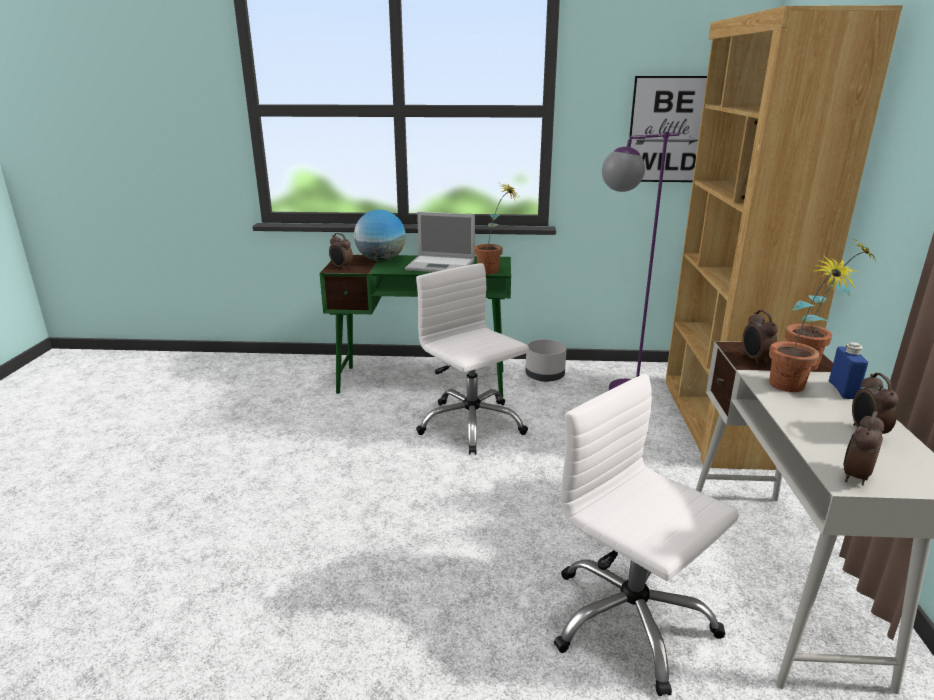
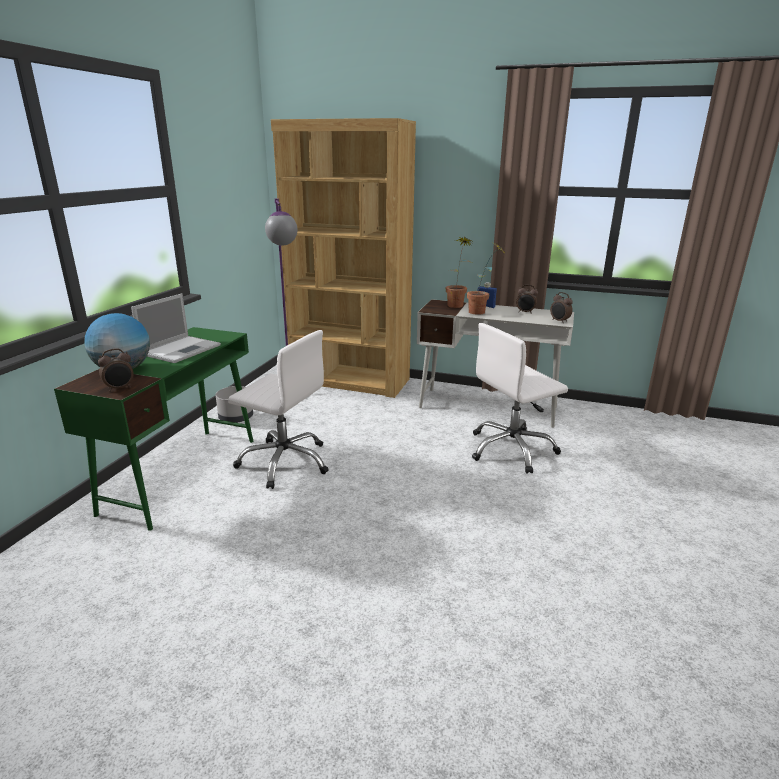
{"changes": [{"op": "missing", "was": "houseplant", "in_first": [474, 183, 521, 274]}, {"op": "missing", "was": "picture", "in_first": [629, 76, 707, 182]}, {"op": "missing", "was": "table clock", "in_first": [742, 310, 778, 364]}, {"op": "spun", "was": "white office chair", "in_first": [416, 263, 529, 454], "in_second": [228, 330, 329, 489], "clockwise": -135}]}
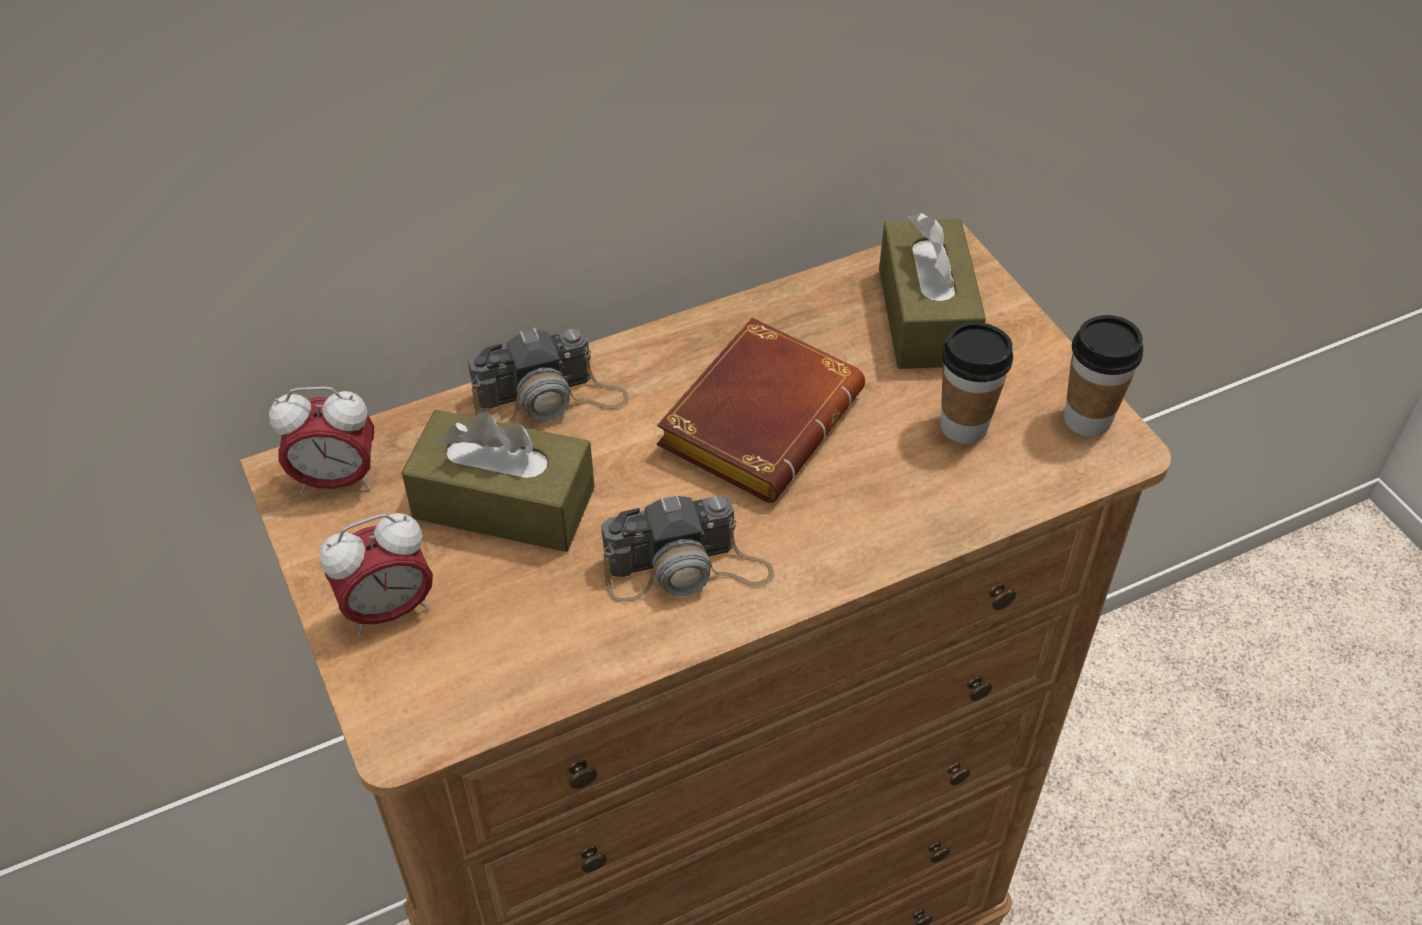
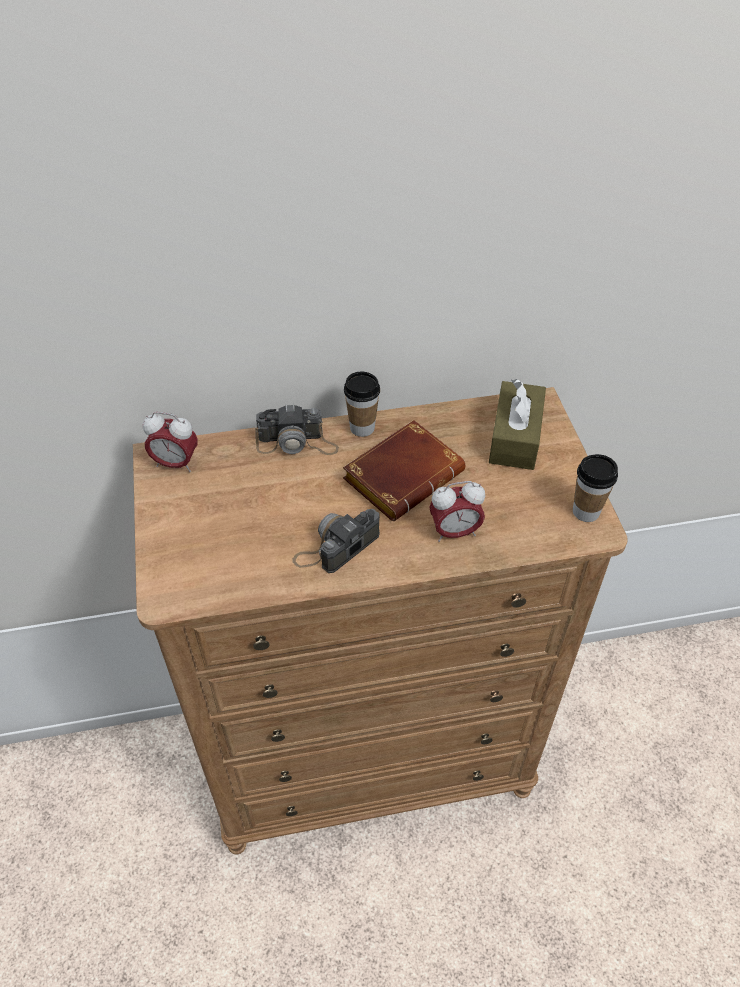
{"changes": [{"op": "missing", "was": "brown tissue box", "in_first": [401, 410, 595, 552]}, {"op": "relocated", "was": "table clock", "in_first": [319, 513, 433, 635], "in_second": [429, 481, 485, 542]}, {"op": "relocated", "was": "drinking cup", "in_first": [941, 322, 1013, 444], "in_second": [344, 371, 380, 437]}, {"op": "spun", "was": "still camera", "in_first": [601, 494, 774, 602], "in_second": [293, 509, 380, 573], "clockwise": 135}]}
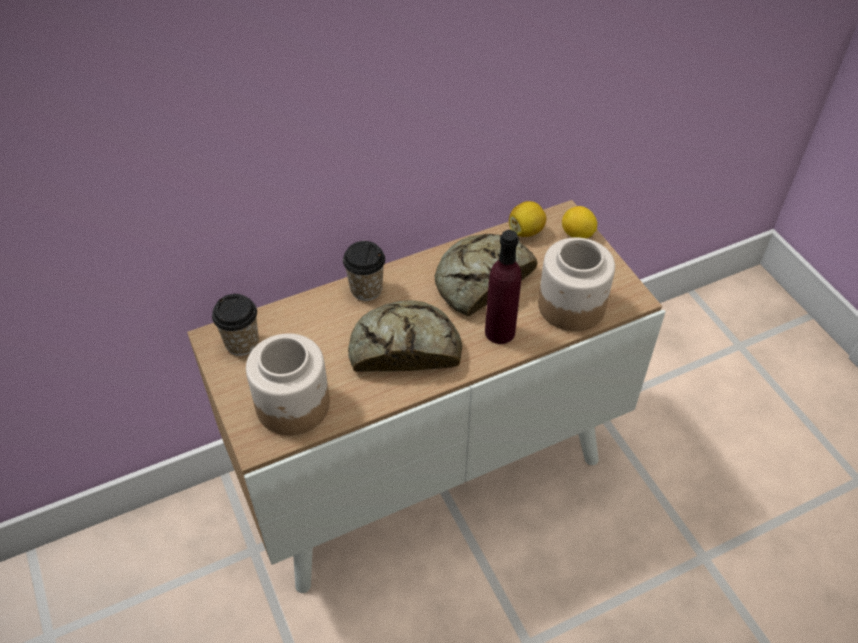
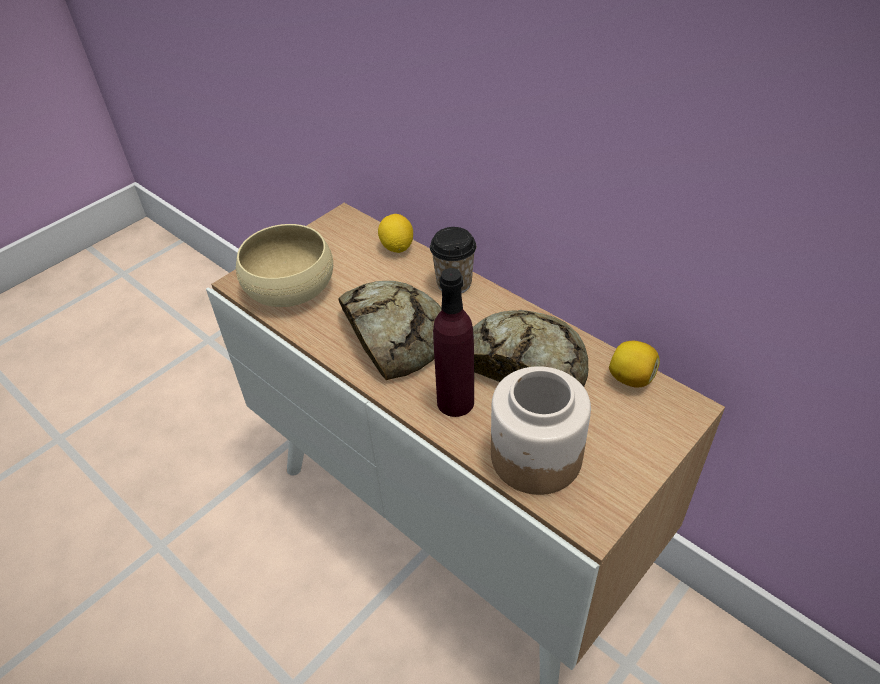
{"changes": [{"op": "missing", "was": "drinking cup", "in_first": [212, 294, 259, 356]}, {"op": "relocated", "was": "lemon", "in_first": [562, 206, 597, 238], "in_second": [378, 214, 413, 253]}, {"op": "exchanged", "was": "preserve jar", "now": "sand-coloured deep dish", "in_first": [246, 333, 330, 435], "in_second": [236, 224, 333, 307]}]}
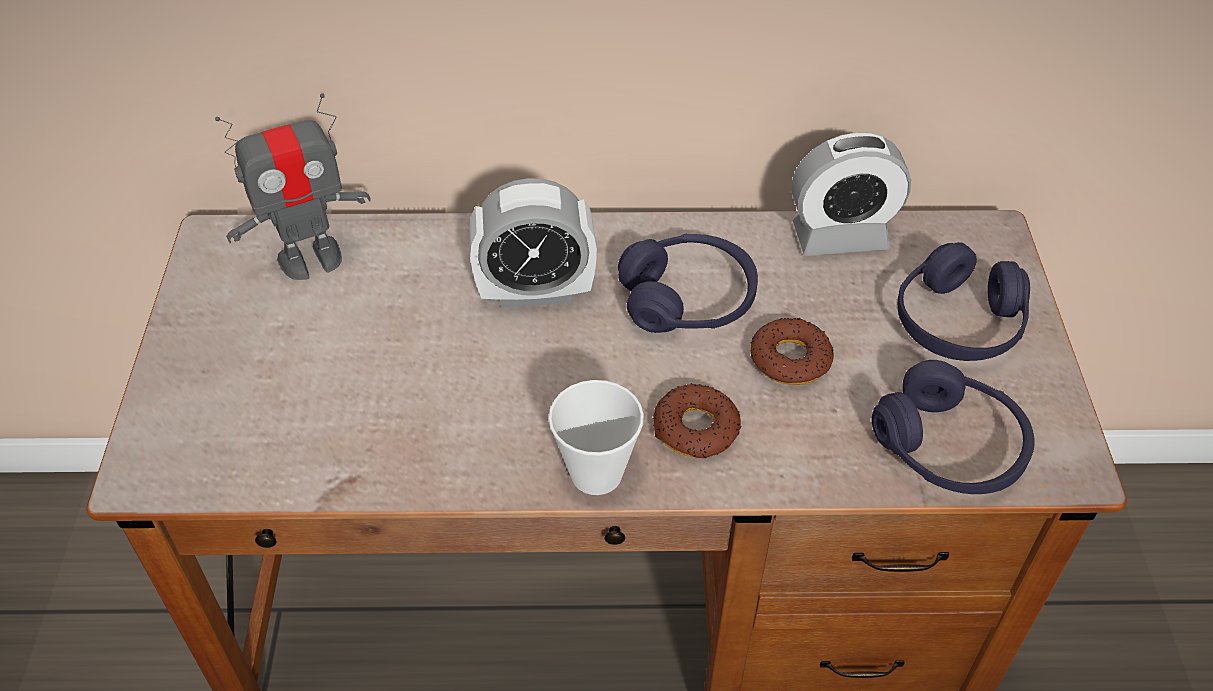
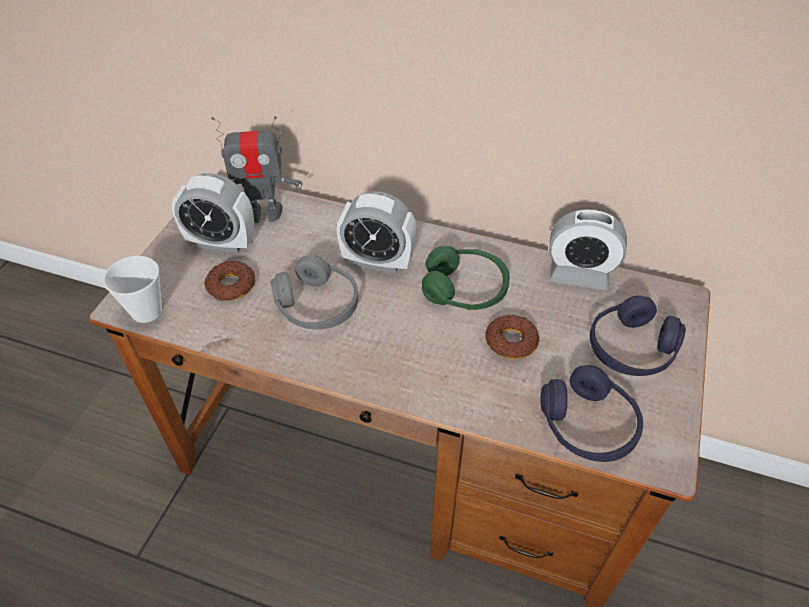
{"changes": [{"op": "appeared", "now": "table clock", "in_second": [172, 173, 254, 253]}, {"op": "appeared", "now": "grey headset", "in_second": [271, 255, 358, 329]}, {"op": "relocated", "was": "drinking cup", "in_first": [548, 380, 644, 495], "in_second": [103, 256, 162, 323]}, {"op": "relocated", "was": "donut", "in_first": [653, 383, 741, 458], "in_second": [205, 261, 255, 301]}, {"op": "colour", "was": "purplish headset", "now": "green-coloured headset", "in_first": [618, 233, 758, 333], "in_second": [422, 246, 510, 310]}]}
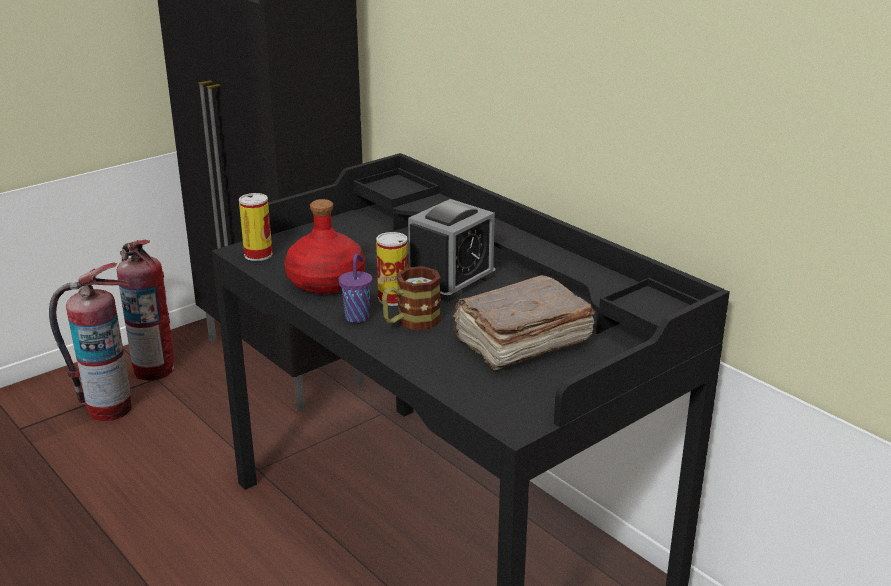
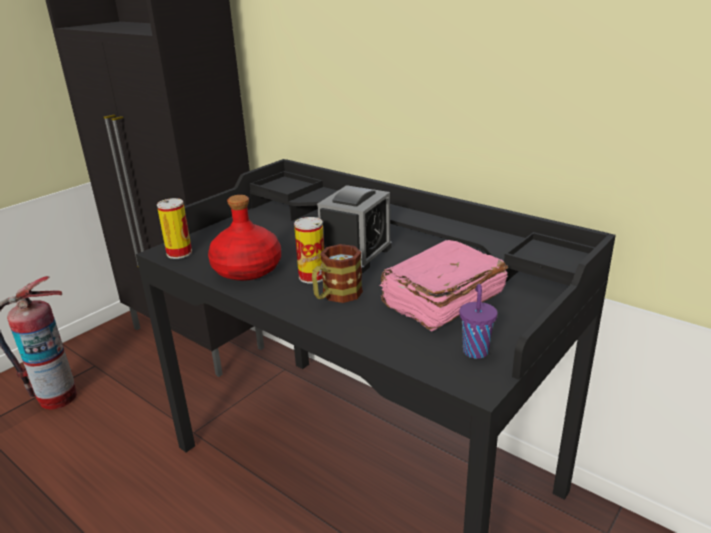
{"changes": [{"op": "missing", "was": "fire extinguisher", "in_first": [117, 240, 174, 381]}, {"op": "relocated", "was": "purplish drinking cup", "in_first": [339, 253, 373, 323], "in_second": [459, 284, 498, 359]}, {"op": "colour", "was": "brown bound book", "now": "pinkish bound book", "in_first": [453, 275, 595, 371], "in_second": [380, 240, 508, 331]}]}
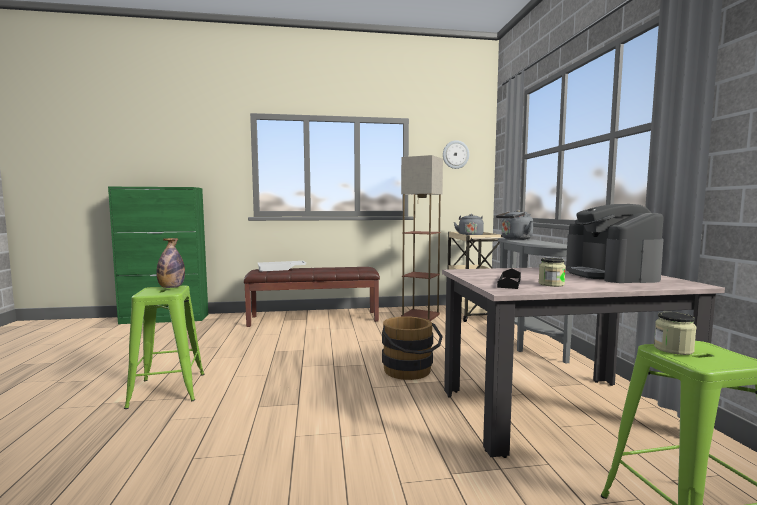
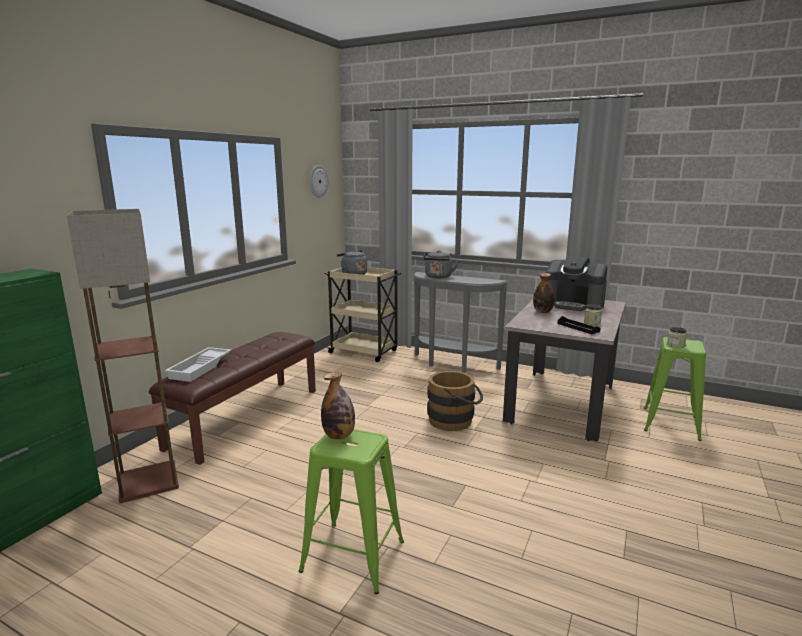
{"changes": [{"op": "appeared", "now": "drink bottle", "in_second": [533, 273, 554, 313]}, {"op": "relocated", "was": "floor lamp", "in_first": [401, 155, 443, 321], "in_second": [67, 209, 179, 503]}]}
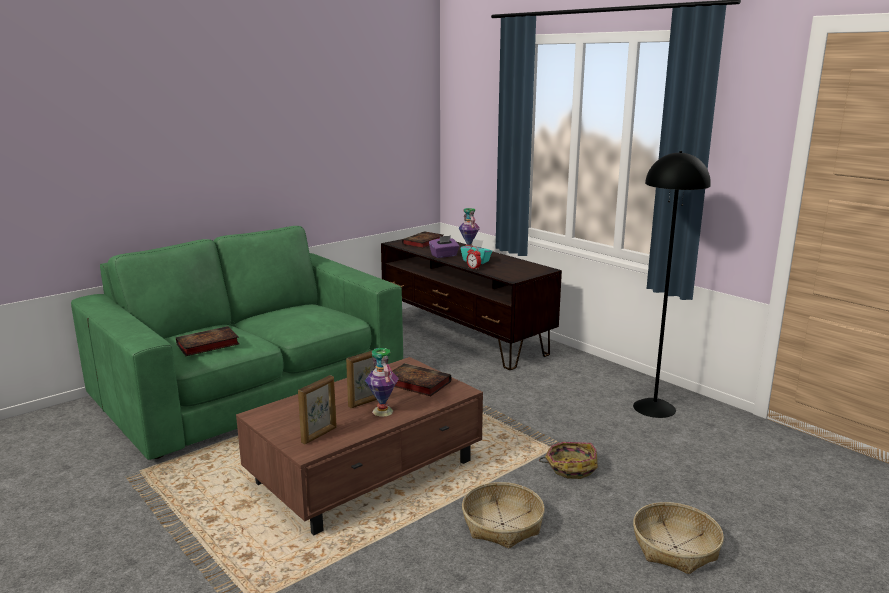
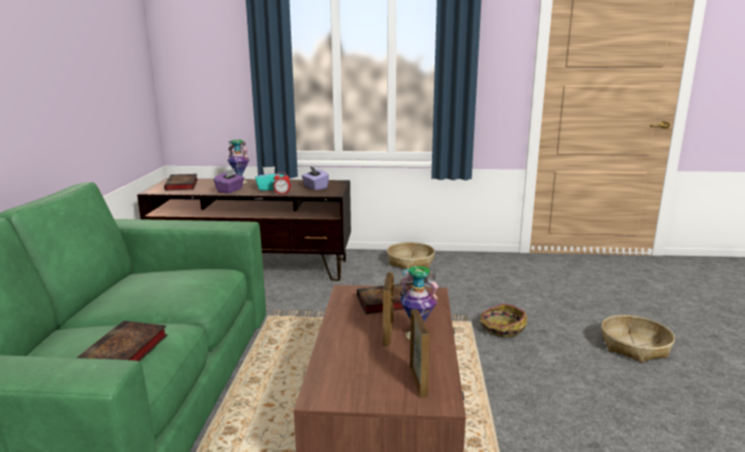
{"changes": [{"op": "missing", "was": "blackish floor lamp", "in_first": [633, 151, 711, 418]}, {"op": "appeared", "now": "purplish tissue box", "in_second": [302, 166, 329, 190]}, {"op": "relocated", "was": "household basket", "in_first": [462, 482, 545, 548], "in_second": [387, 242, 435, 269]}]}
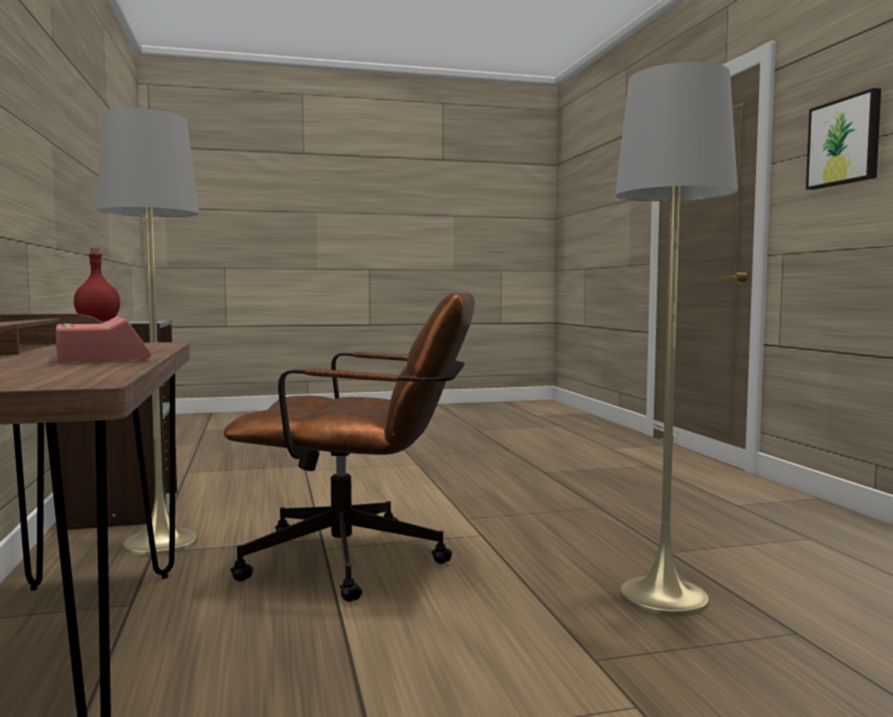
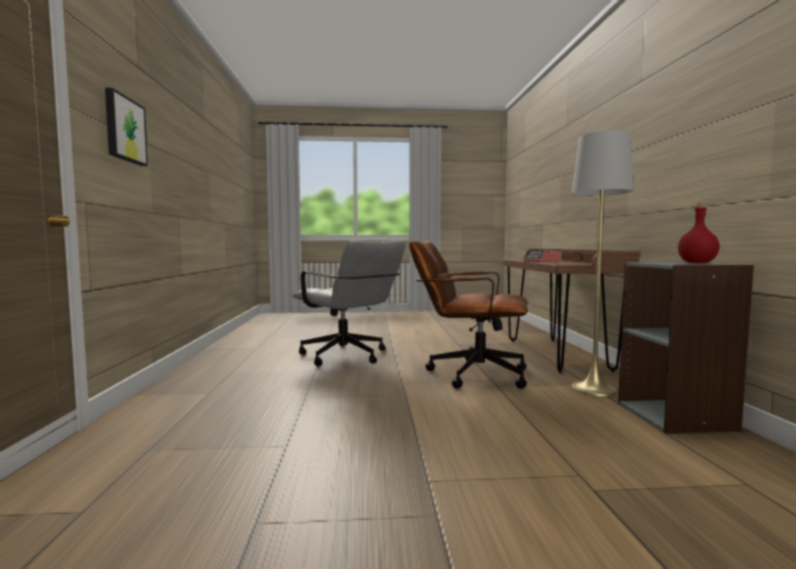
{"changes": [{"op": "exchanged", "was": "grey floor lamp", "now": "grey office chair", "in_first": [615, 62, 738, 616], "in_second": [293, 241, 406, 366]}]}
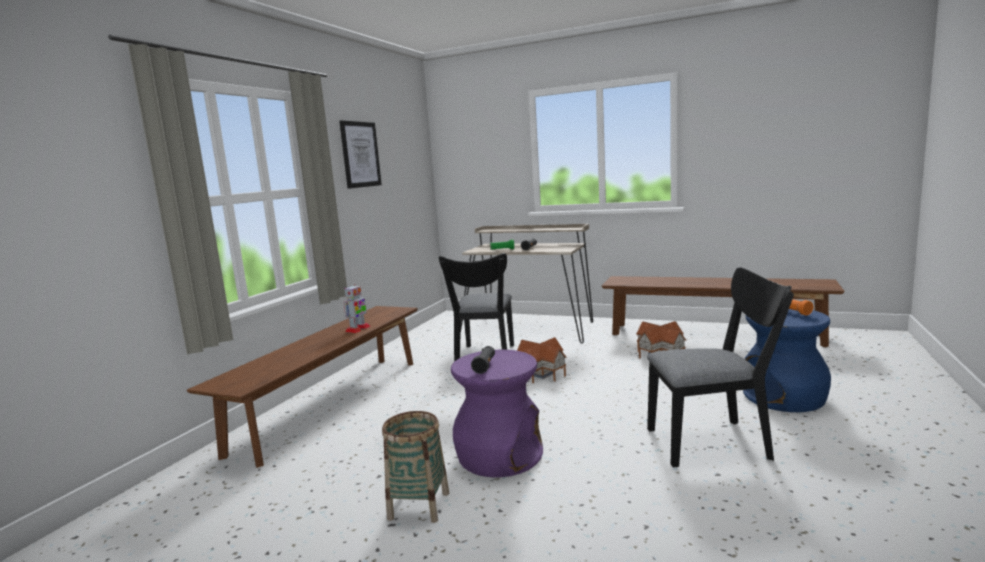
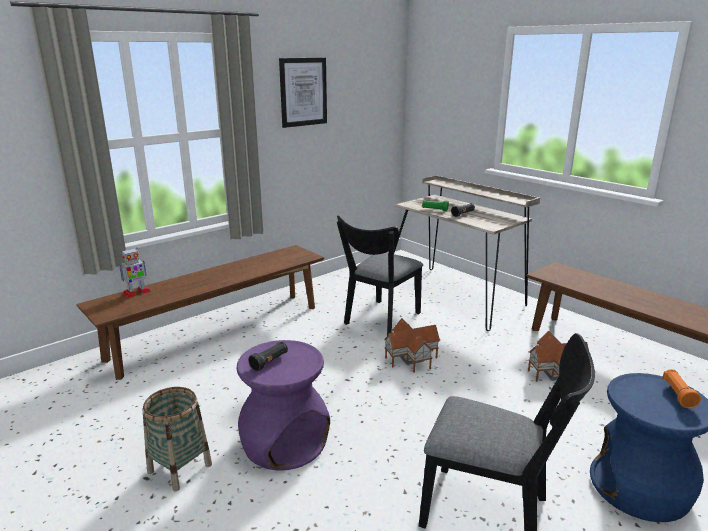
{"changes": [{"op": "relocated", "was": "robot figure", "in_first": [344, 284, 371, 333], "in_second": [119, 247, 151, 298]}]}
